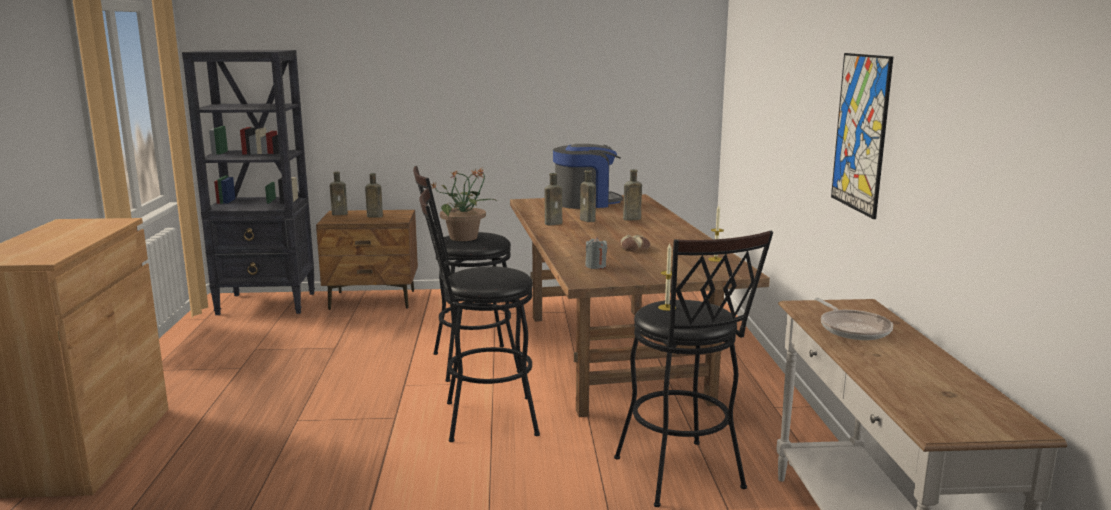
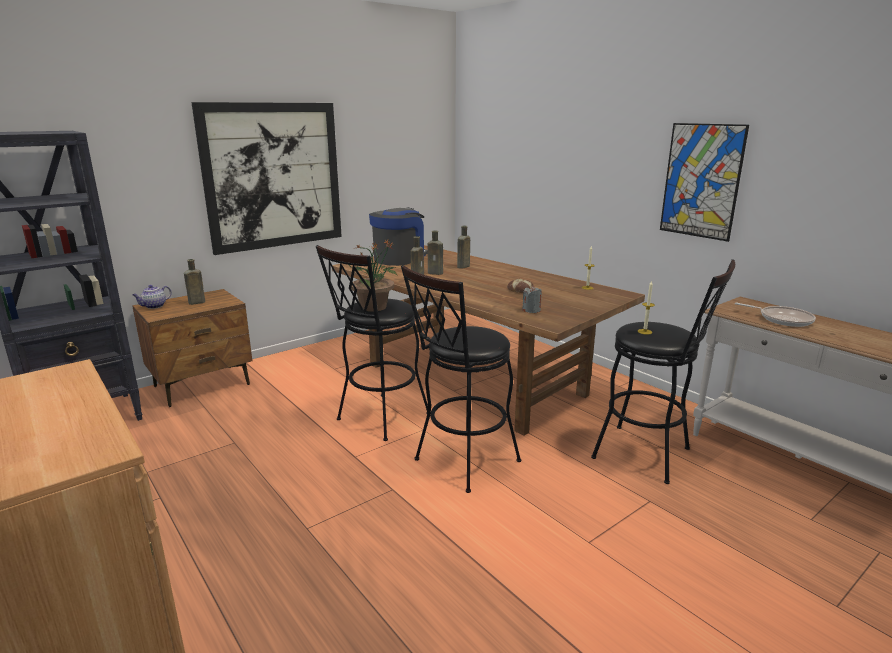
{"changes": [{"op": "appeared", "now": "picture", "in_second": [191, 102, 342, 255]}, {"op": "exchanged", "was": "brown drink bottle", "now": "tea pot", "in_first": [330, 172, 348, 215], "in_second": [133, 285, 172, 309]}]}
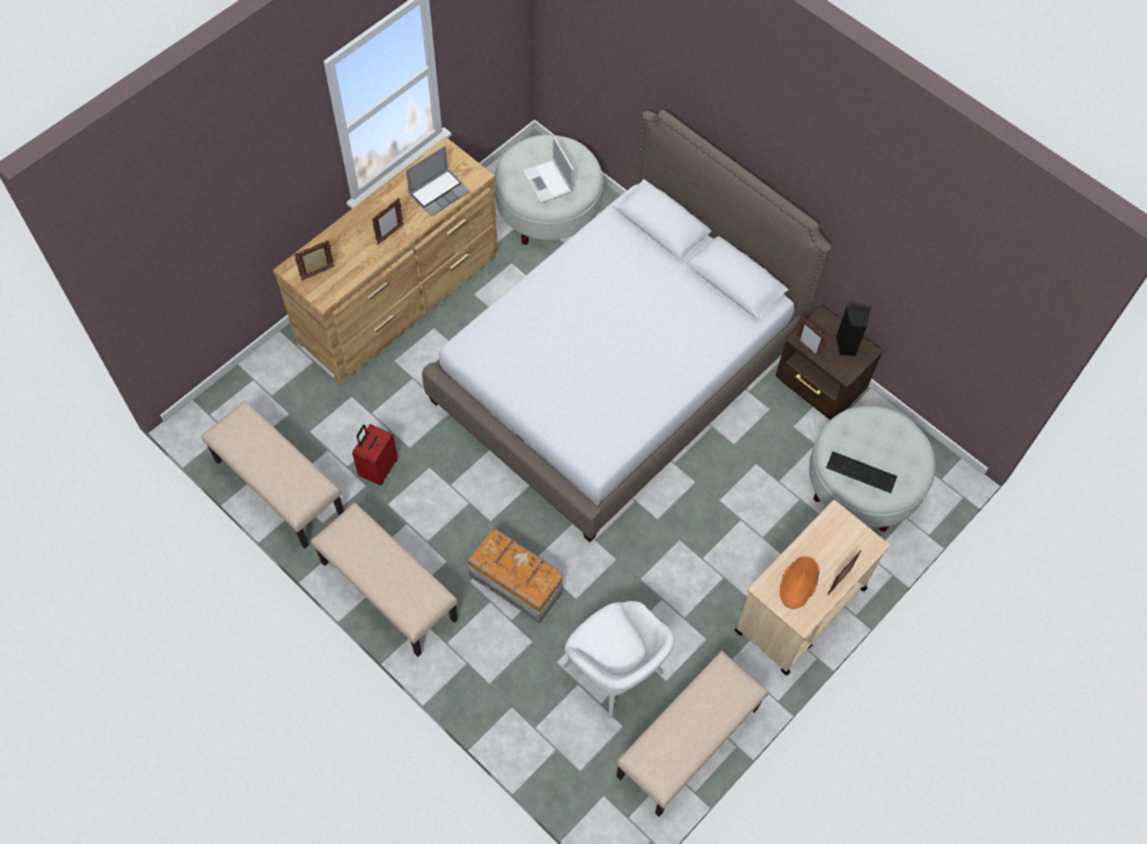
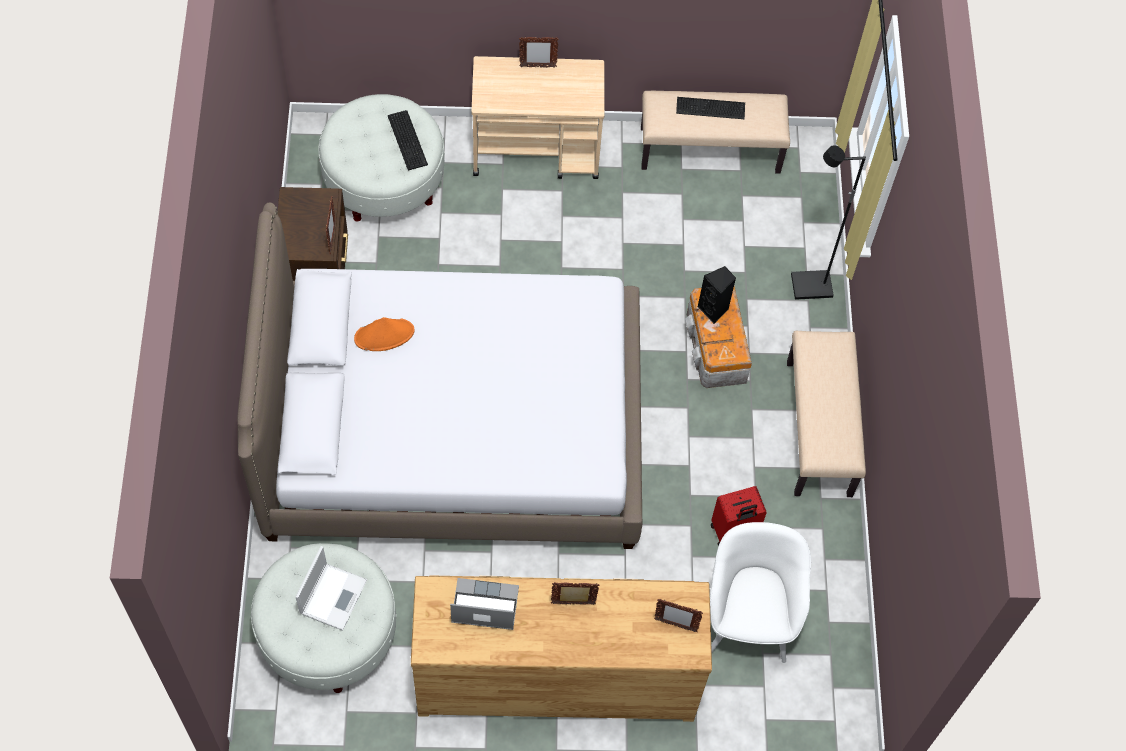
{"changes": [{"op": "missing", "was": "sand-coloured long seat", "in_first": [201, 401, 344, 548]}, {"op": "appeared", "now": "computer keyboard", "in_second": [676, 97, 745, 119]}, {"op": "appeared", "now": "blackish floor lamp", "in_second": [791, 145, 866, 300]}, {"op": "relocated", "was": "white armchair", "in_first": [563, 601, 675, 719], "in_second": [710, 522, 811, 663]}, {"op": "relocated", "was": "orange wearable hat", "in_first": [780, 556, 820, 609], "in_second": [354, 317, 415, 351]}, {"op": "relocated", "was": "blackish speaker", "in_first": [836, 306, 871, 356], "in_second": [698, 266, 736, 324]}]}
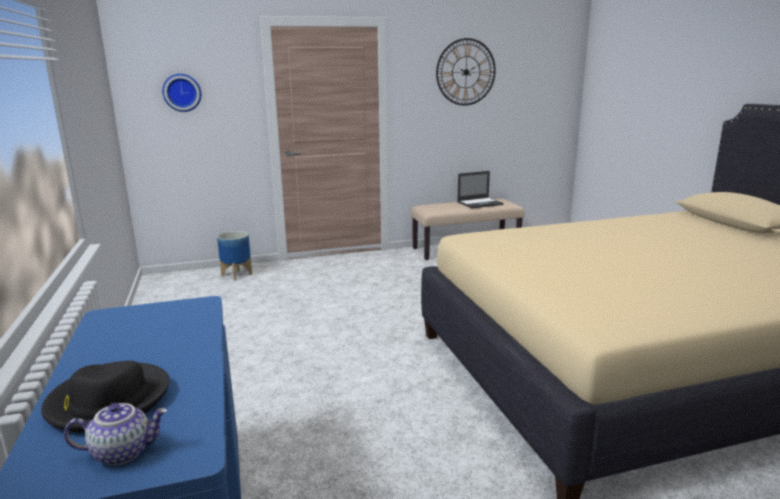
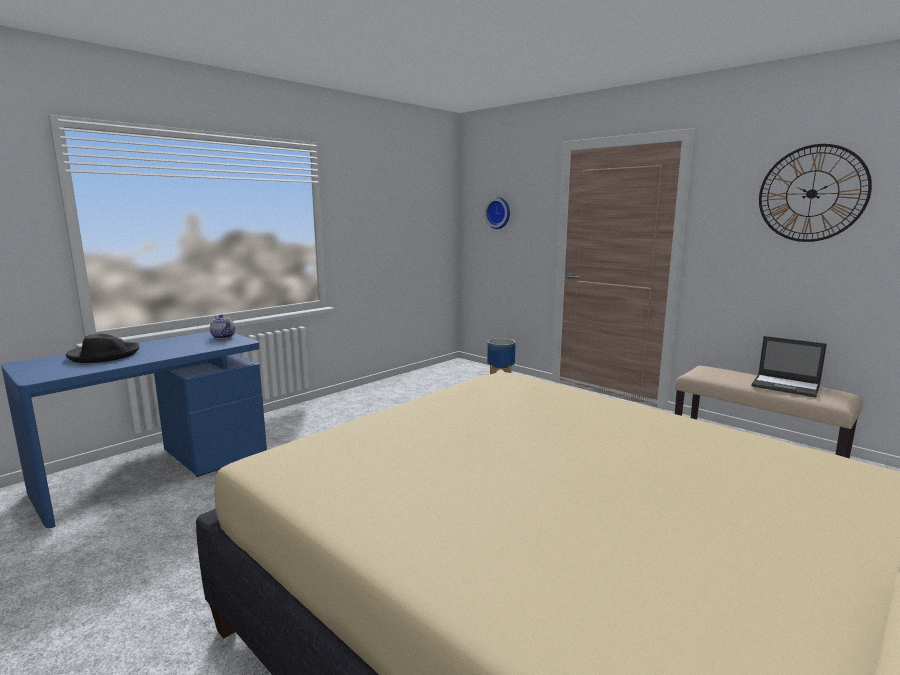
{"changes": [{"op": "relocated", "was": "tea pot", "in_first": [64, 403, 168, 466], "in_second": [210, 314, 235, 339]}]}
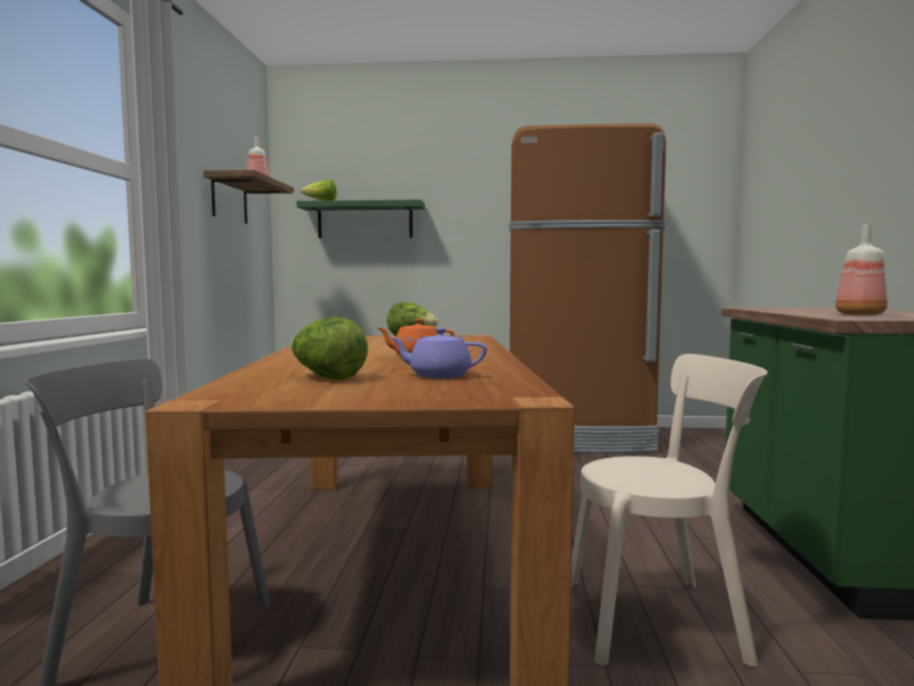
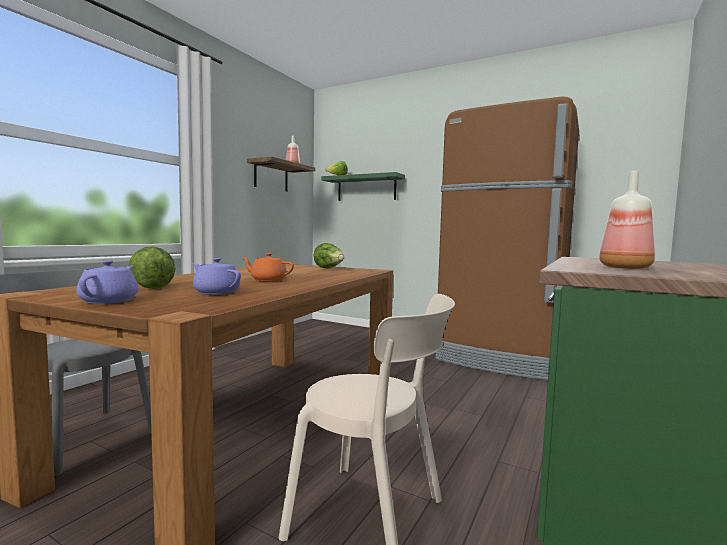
{"changes": [{"op": "appeared", "now": "purplish tea pot", "in_second": [76, 260, 138, 304]}]}
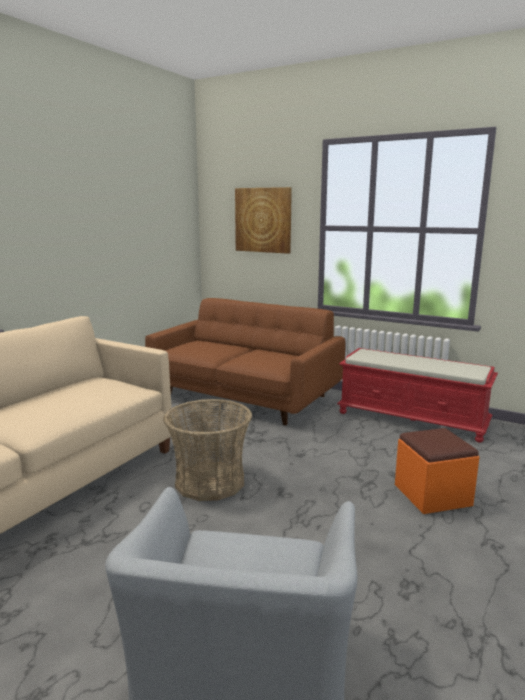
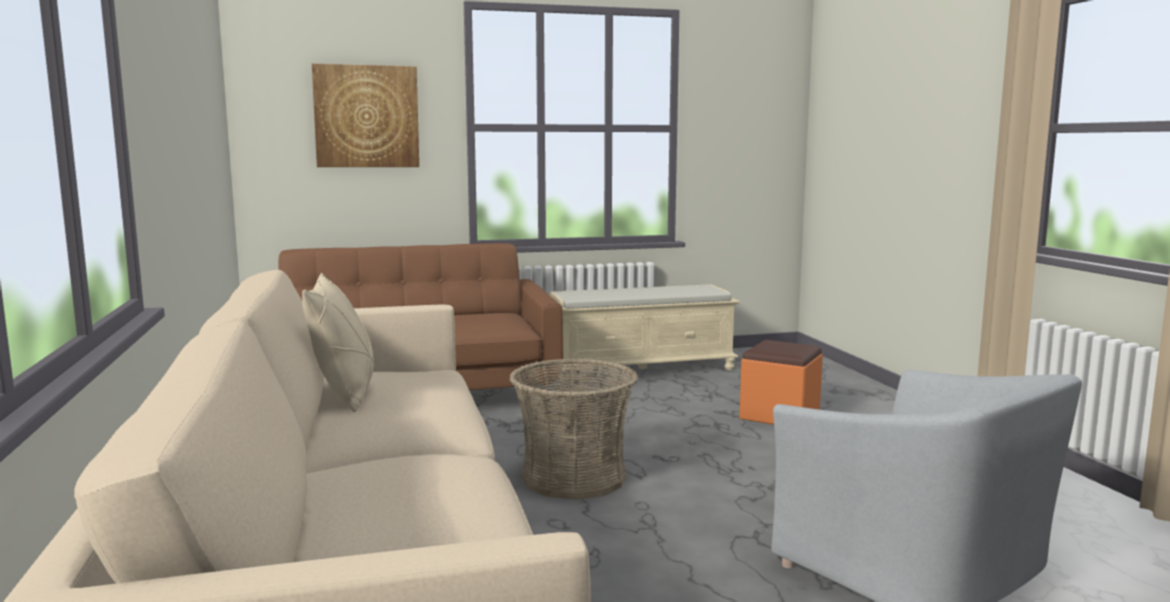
{"changes": [{"op": "appeared", "now": "sand-coloured throw pillow", "in_second": [302, 273, 374, 412]}, {"op": "colour", "was": "red long seat", "now": "sand-coloured long seat", "in_first": [337, 348, 498, 443], "in_second": [549, 284, 740, 382]}]}
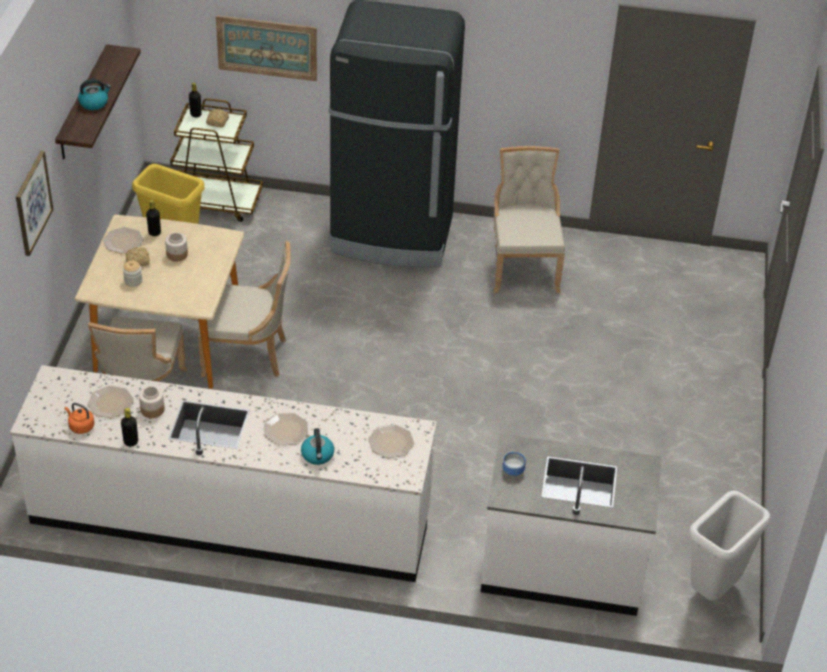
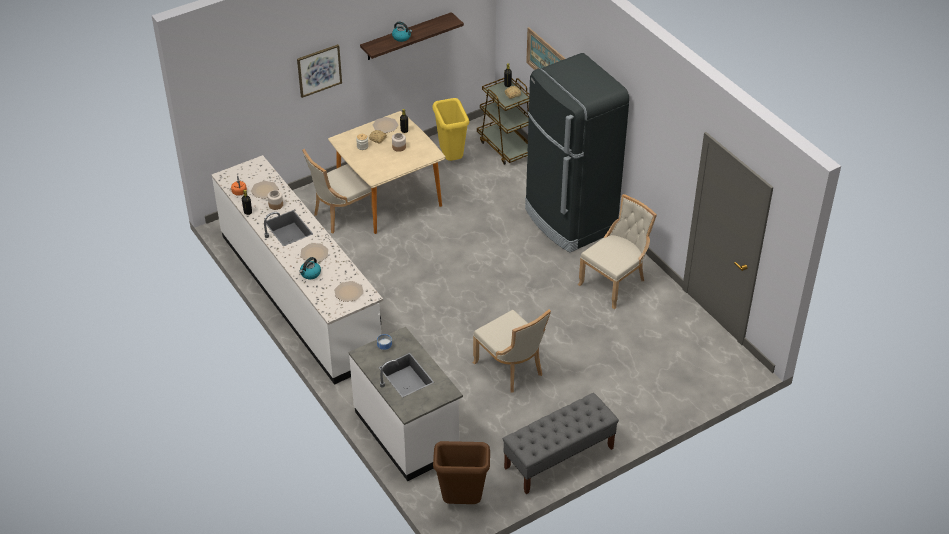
{"changes": [{"op": "appeared", "now": "grey long seat", "in_second": [503, 393, 619, 494]}, {"op": "relocated", "was": "sand-coloured plain chair", "in_first": [198, 241, 291, 377], "in_second": [473, 309, 551, 393]}, {"op": "colour", "was": "white rubbish bin", "now": "brown rubbish bin", "in_first": [689, 491, 771, 600], "in_second": [433, 441, 490, 504]}]}
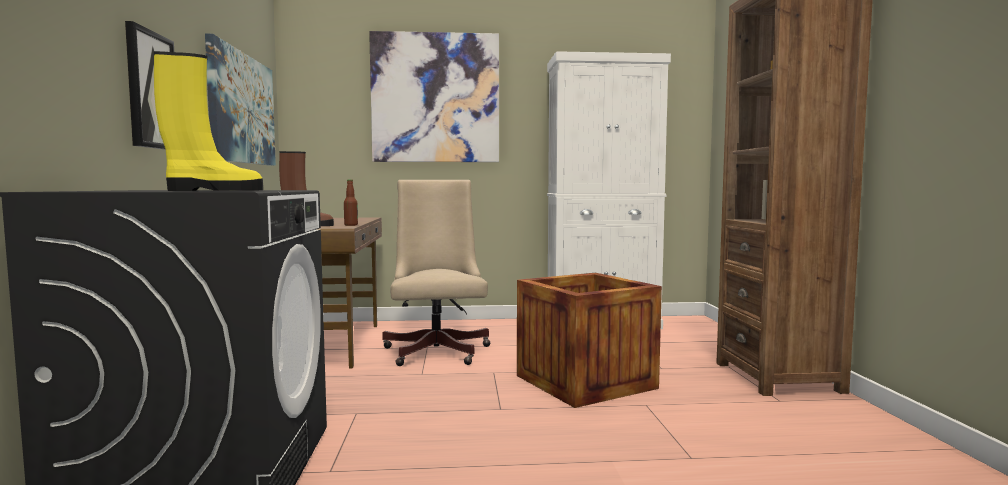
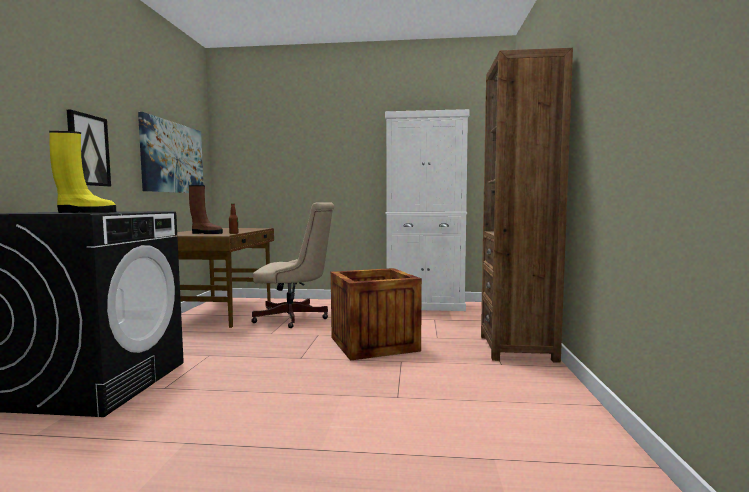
{"changes": [{"op": "missing", "was": "picture", "in_first": [369, 31, 499, 162]}, {"op": "spun", "was": "sand-coloured office chair", "in_first": [382, 180, 491, 366], "in_second": [251, 202, 334, 328], "clockwise": 90}]}
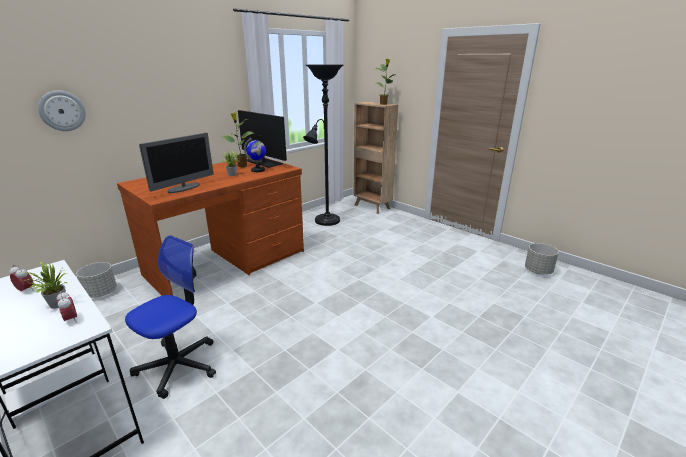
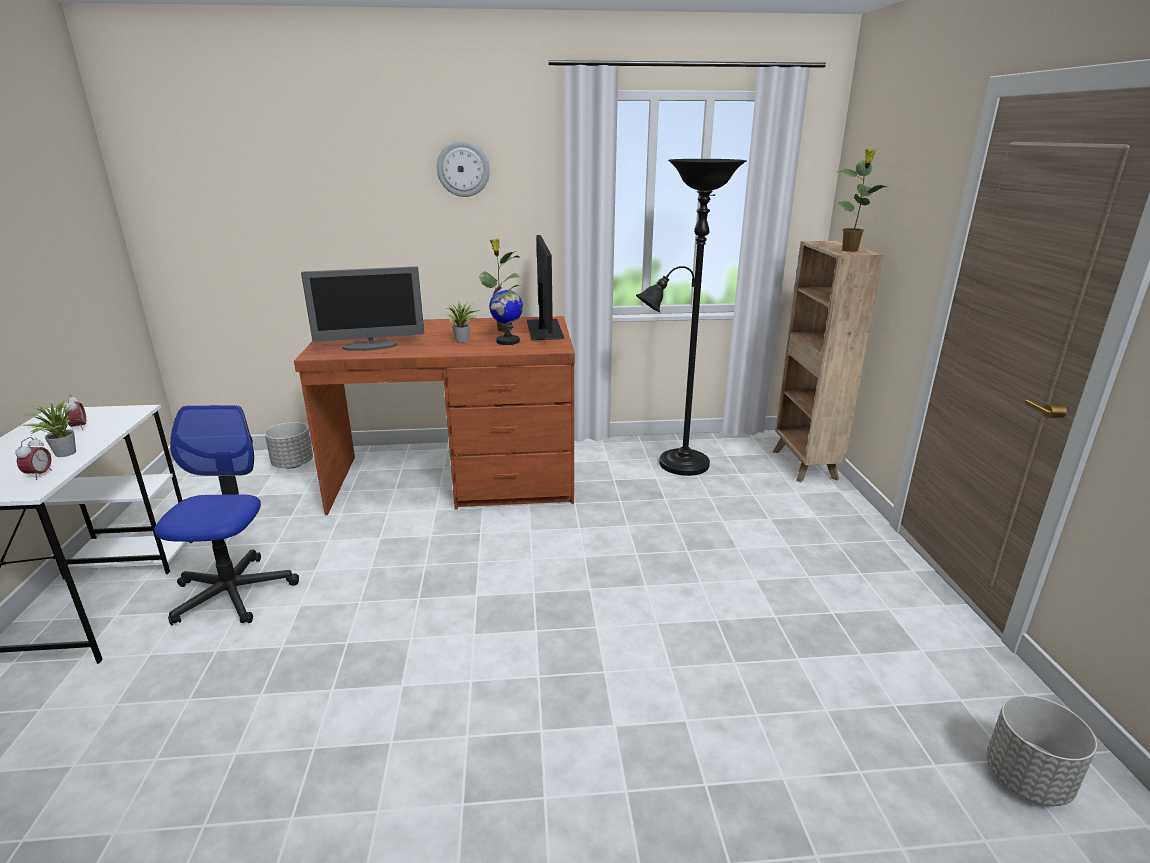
{"changes": [{"op": "relocated", "was": "wall clock", "in_first": [38, 90, 86, 131], "in_second": [437, 141, 490, 197]}, {"op": "spun", "was": "office chair", "in_first": [125, 235, 216, 399], "in_second": [154, 405, 299, 626], "clockwise": -75}]}
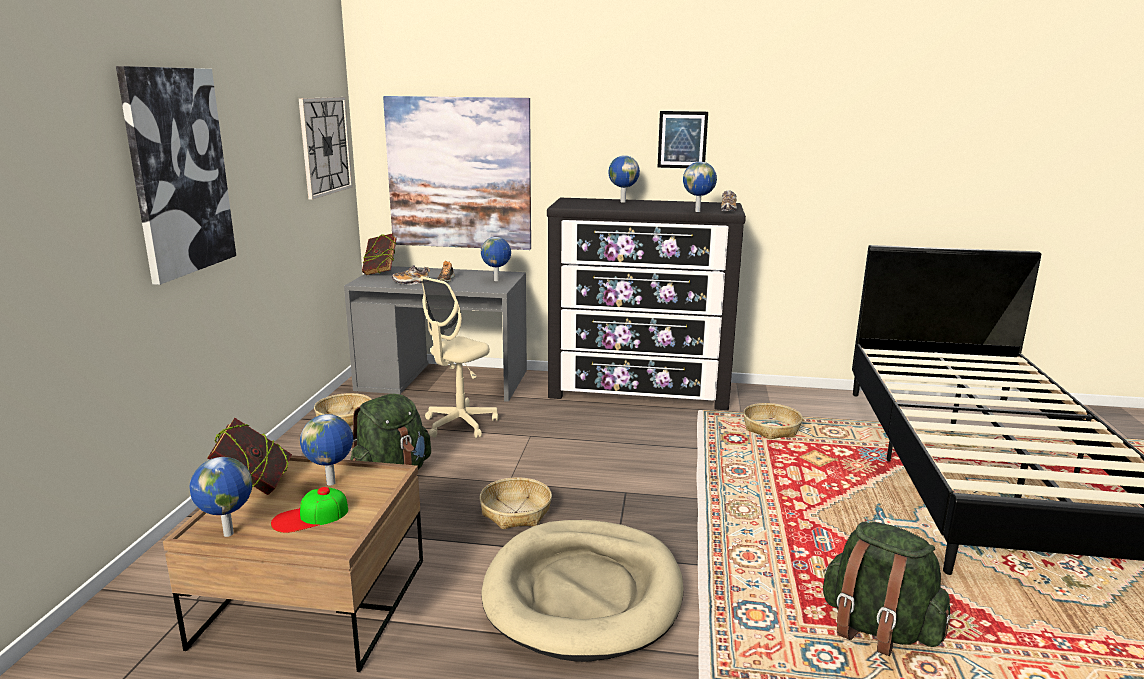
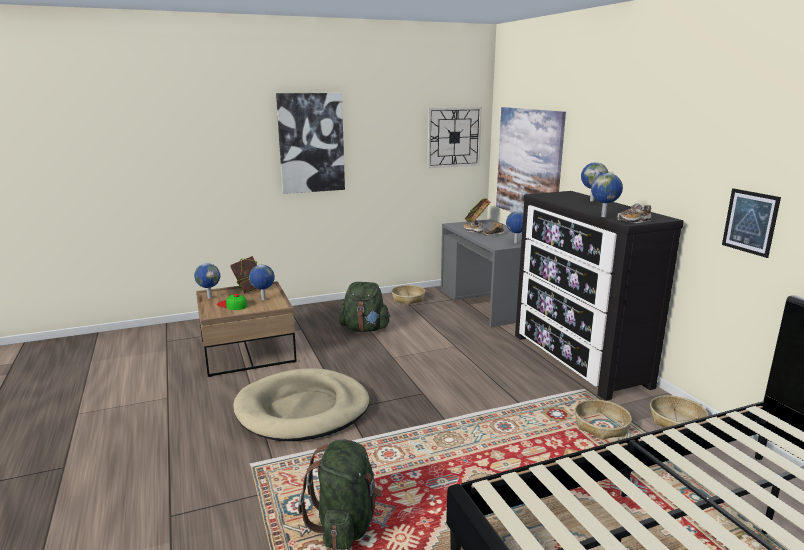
{"changes": [{"op": "missing", "was": "sand-coloured office chair", "in_first": [421, 276, 498, 438]}, {"op": "relocated", "was": "household basket", "in_first": [480, 477, 552, 529], "in_second": [650, 395, 708, 428]}, {"op": "relocated", "was": "picture", "in_first": [657, 111, 708, 168], "in_second": [722, 188, 781, 258]}]}
